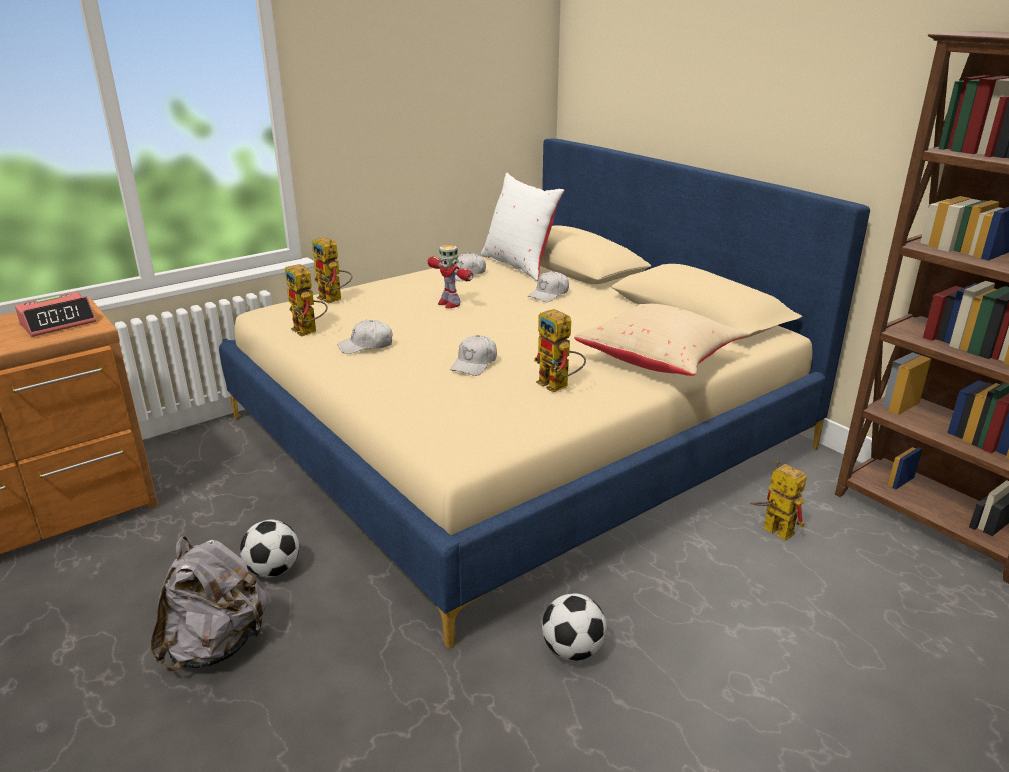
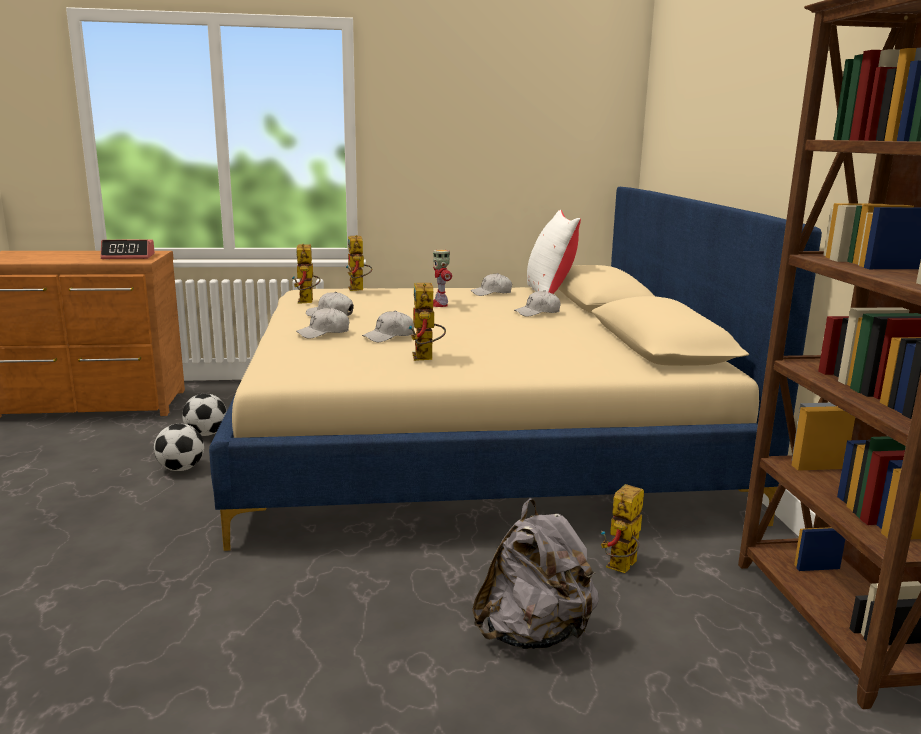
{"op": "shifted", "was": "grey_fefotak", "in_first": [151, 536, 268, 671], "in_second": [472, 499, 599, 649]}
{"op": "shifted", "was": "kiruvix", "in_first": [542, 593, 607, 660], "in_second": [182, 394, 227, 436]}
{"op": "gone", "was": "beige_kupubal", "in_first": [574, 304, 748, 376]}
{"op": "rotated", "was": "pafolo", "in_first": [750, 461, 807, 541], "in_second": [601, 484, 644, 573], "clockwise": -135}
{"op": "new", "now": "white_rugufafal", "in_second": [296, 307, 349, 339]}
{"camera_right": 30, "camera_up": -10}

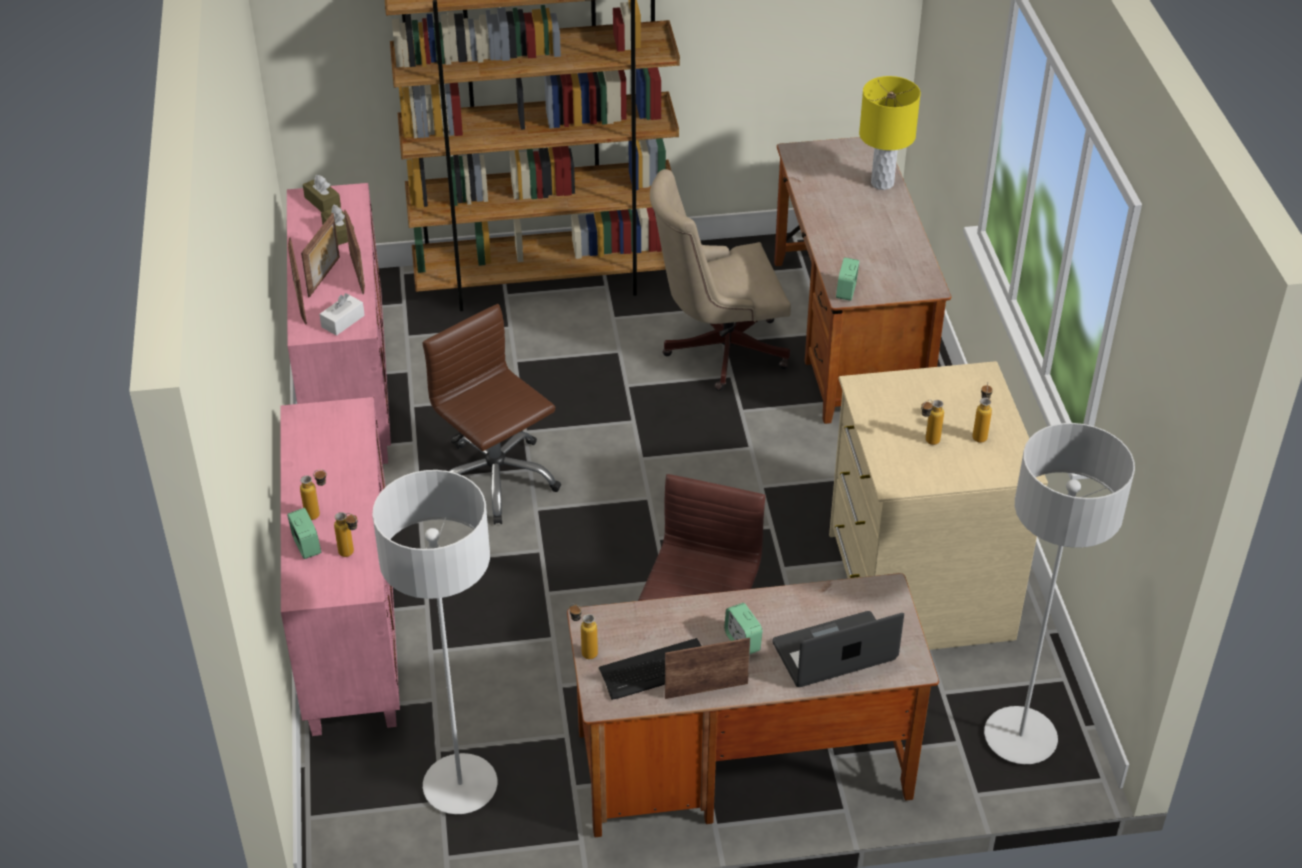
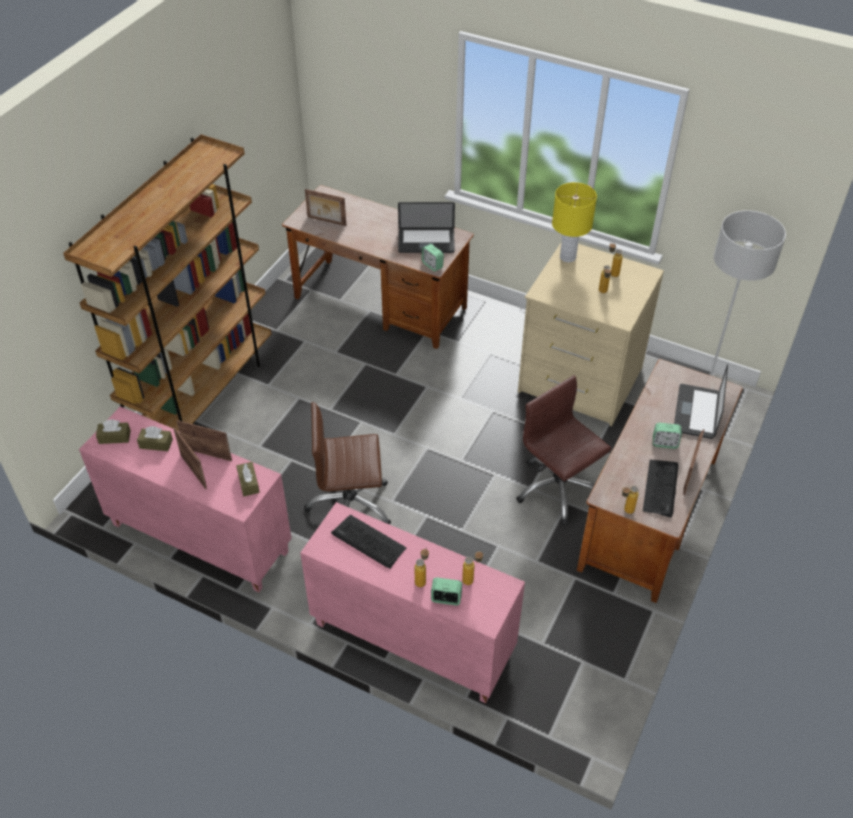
{"op": "shifted", "was": "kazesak", "in_first": [288, 238, 307, 325], "in_second": [305, 189, 346, 226]}
{"op": "repainted", "was": "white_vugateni", "now": "brown_vugateni", "in_first": [319, 293, 365, 336], "in_second": [236, 462, 260, 496]}
{"op": "gone", "was": "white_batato", "in_first": [372, 470, 497, 814]}
{"op": "gone", "was": "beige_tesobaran", "in_first": [650, 169, 791, 391]}
{"op": "shifted", "was": "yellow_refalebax", "in_first": [859, 76, 921, 190], "in_second": [552, 182, 597, 262]}
{"op": "new", "now": "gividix", "in_second": [331, 515, 406, 569]}
{"op": "new", "now": "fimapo", "in_second": [398, 202, 455, 253]}
{"camera_right": -55, "camera_up": 5}

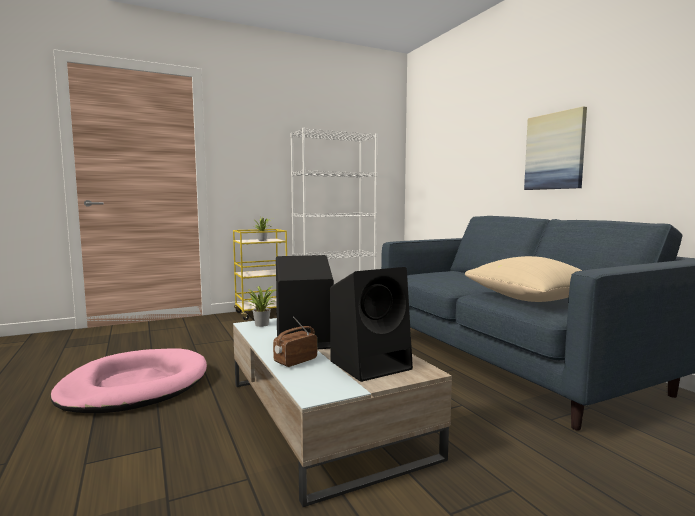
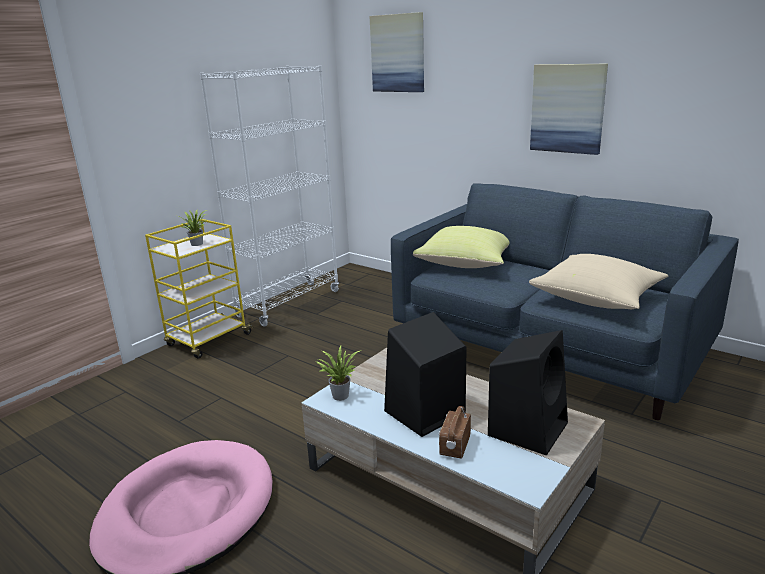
{"op": "new", "now": "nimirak", "in_second": [370, 12, 424, 92]}
{"op": "new", "now": "yellow_kupubal", "in_second": [413, 226, 509, 268]}
{"camera_right": -25, "camera_up": 15}

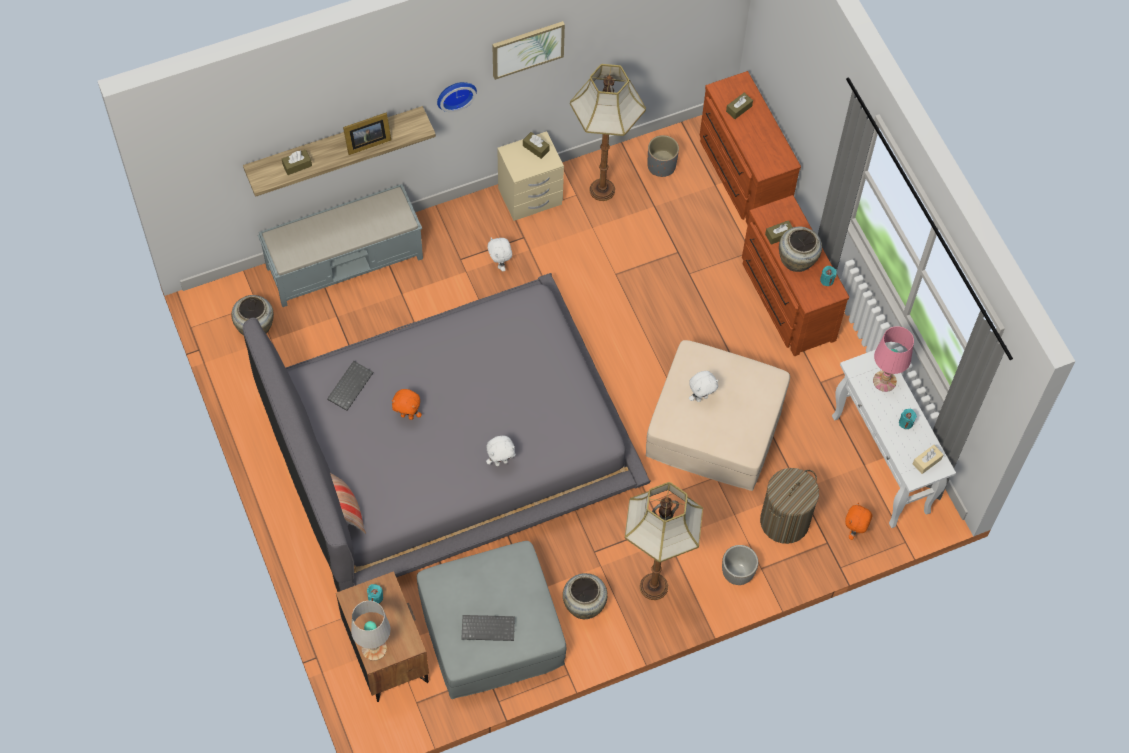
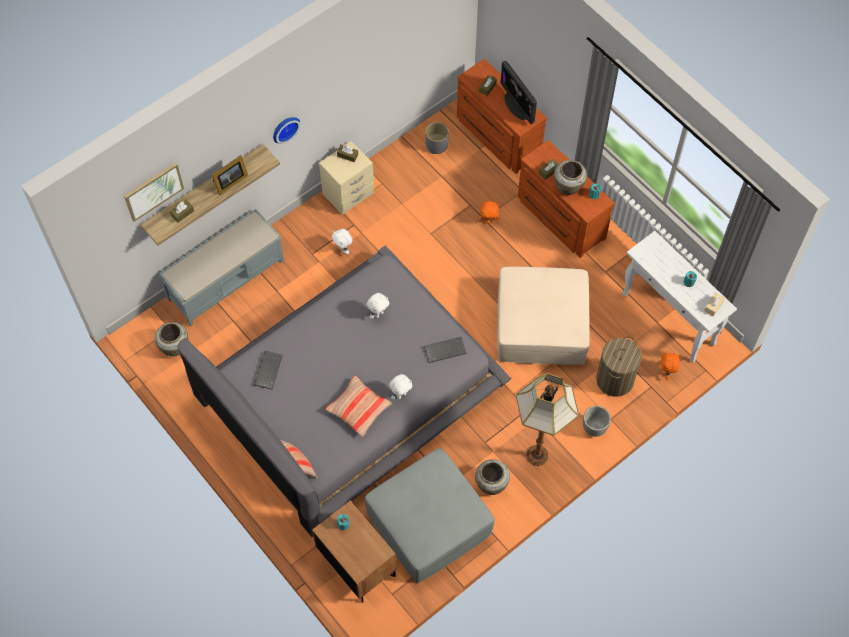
{"op": "gone", "was": "white_refalebax", "in_first": [351, 601, 391, 661]}
{"op": "shifted", "was": "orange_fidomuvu", "in_first": [392, 389, 422, 420], "in_second": [478, 201, 500, 224]}
{"op": "shifted", "was": "gividix", "in_first": [461, 615, 515, 641], "in_second": [424, 337, 466, 363]}
{"op": "shifted", "was": "nimirak", "in_first": [492, 21, 565, 80], "in_second": [124, 162, 184, 221]}
{"op": "gone", "was": "batato", "in_first": [570, 64, 646, 201]}
{"op": "shifted", "was": "white_fidomuvu", "in_first": [689, 371, 718, 402], "in_second": [367, 293, 389, 319]}
{"op": "gone", "was": "pink_refalebax", "in_first": [873, 326, 914, 392]}
{"op": "new", "now": "kupubal", "in_second": [325, 376, 392, 437]}
{"op": "new", "now": "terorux", "in_second": [500, 61, 537, 124]}
{"camera_right": -15, "camera_up": 0}

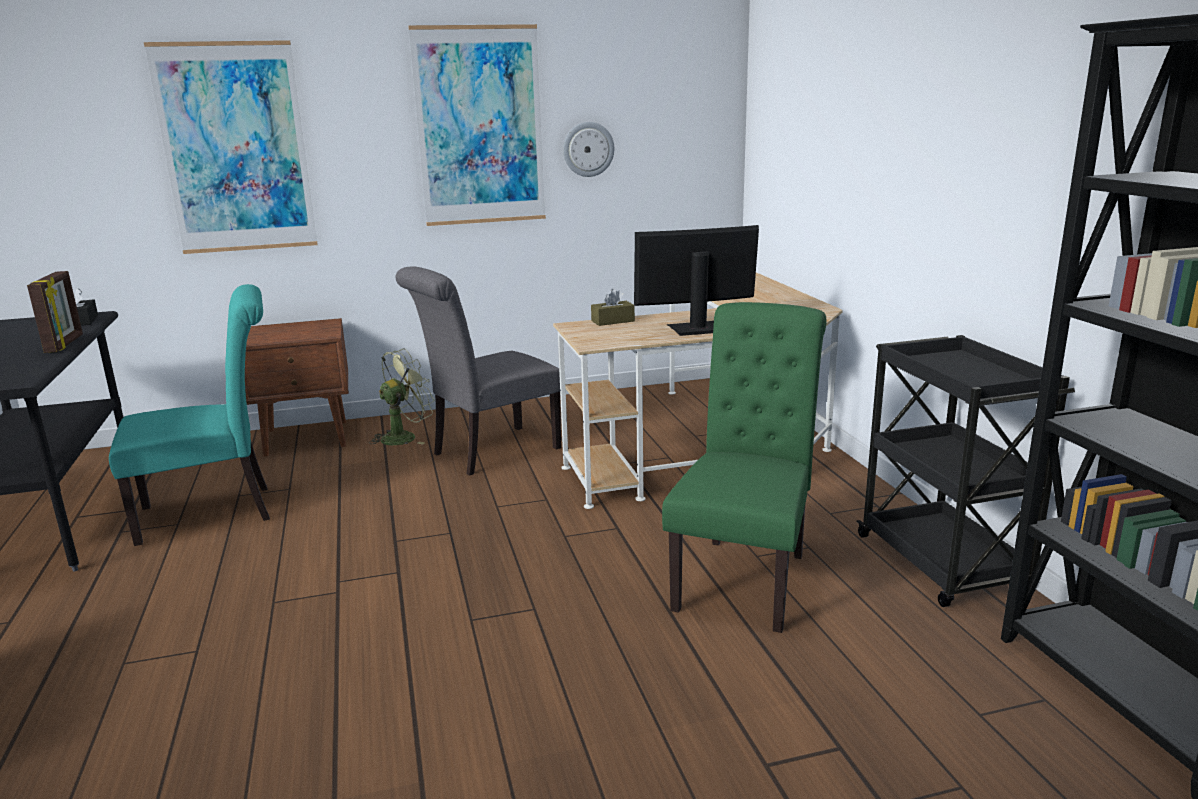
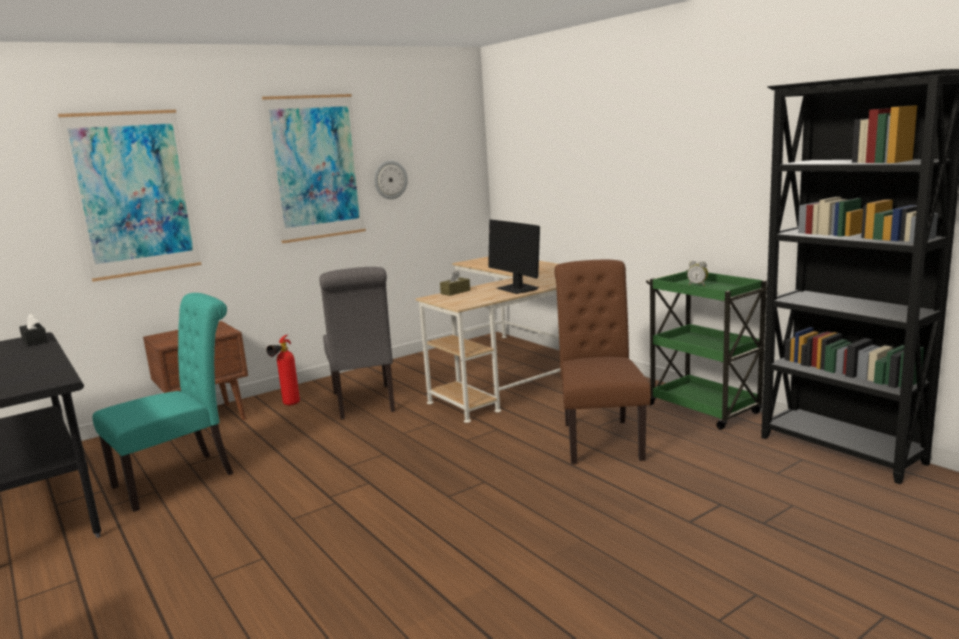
{"op": "gone", "was": "kazesak", "in_first": [27, 271, 83, 353]}
{"op": "swapped", "was": "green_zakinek", "now": "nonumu", "in_first": [369, 348, 435, 445], "in_second": [266, 335, 300, 405]}
{"op": "rotated", "was": "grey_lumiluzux", "in_first": [395, 266, 561, 476], "in_second": [319, 267, 395, 419], "clockwise": -45}
{"op": "rotated", "was": "terorux", "in_first": [634, 225, 759, 336], "in_second": [488, 220, 540, 294], "clockwise": -90}
{"op": "repainted", "was": "green_lumiluzux", "now": "brown_lumiluzux", "in_first": [662, 302, 826, 633], "in_second": [554, 260, 651, 464]}
{"op": "repainted", "was": "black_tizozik", "now": "green_tizozik", "in_first": [856, 335, 1075, 607], "in_second": [646, 270, 767, 430]}
{"op": "new", "now": "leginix", "in_second": [687, 261, 708, 286]}
{"camera_right": -20, "camera_up": -5}

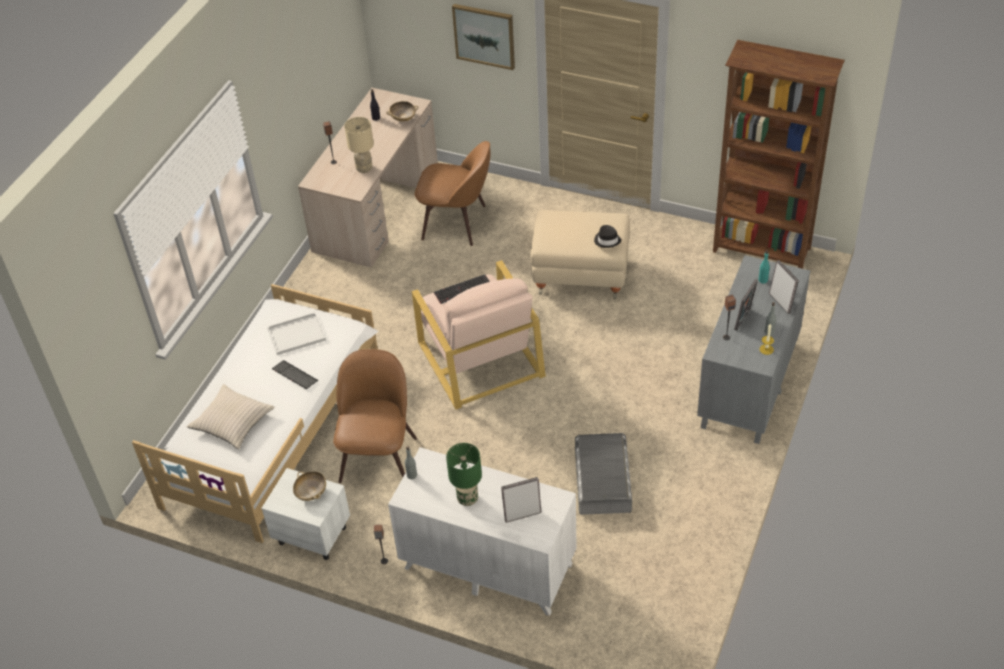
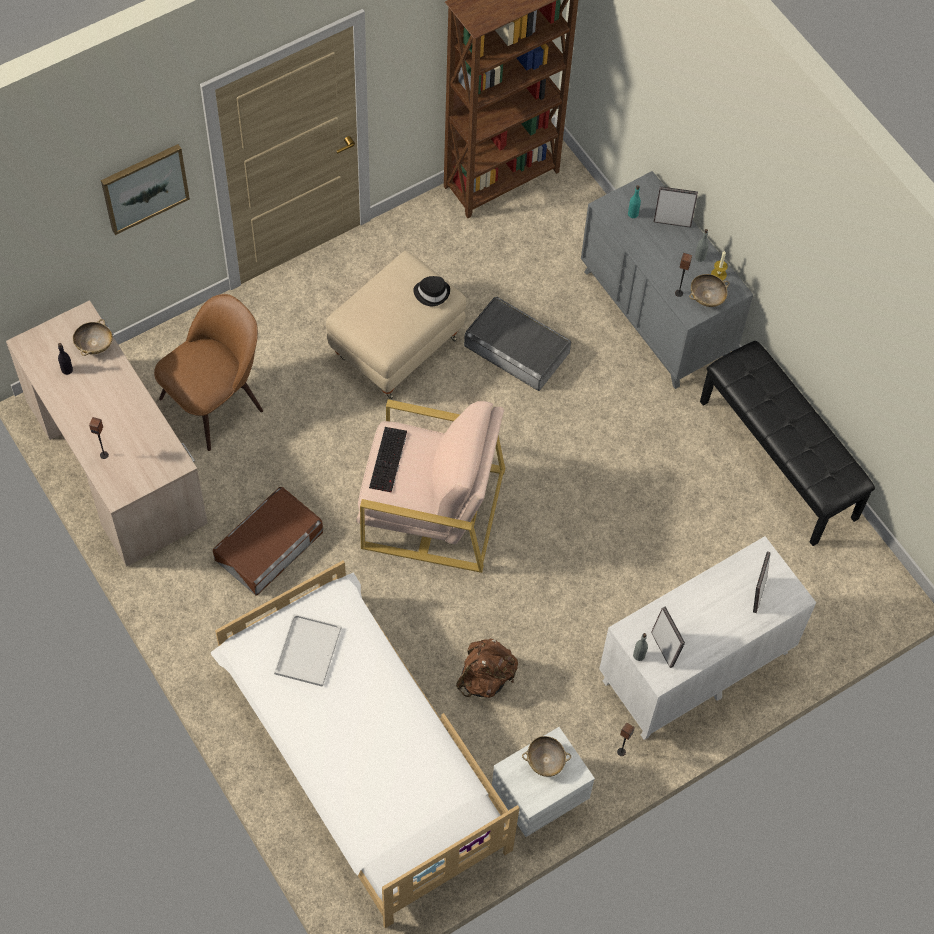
{"op": "gone", "was": "beige_kupubal", "in_first": [187, 384, 275, 449]}
{"op": "gone", "was": "gividix", "in_first": [272, 360, 318, 389]}
{"op": "swapped", "was": "brown_lumiluzux", "now": "brown_fefotak", "in_first": [333, 349, 417, 483], "in_second": [456, 639, 518, 698]}
{"op": "gone", "was": "beige_refalebax", "in_first": [344, 117, 374, 173]}
{"op": "gone", "was": "green_refalebax", "in_first": [446, 443, 482, 506]}
{"op": "shifted", "was": "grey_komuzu", "in_first": [575, 433, 632, 515], "in_second": [464, 297, 571, 391]}
{"op": "shifted", "was": "kazesak", "in_first": [734, 279, 758, 331], "in_second": [651, 607, 685, 668]}
{"op": "new", "now": "brown_komuzu", "in_second": [213, 487, 323, 596]}
{"op": "new", "now": "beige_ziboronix", "in_second": [689, 274, 730, 307]}
{"op": "new", "now": "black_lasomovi", "in_second": [700, 341, 875, 546]}
{"camera_right": -60, "camera_up": 15}

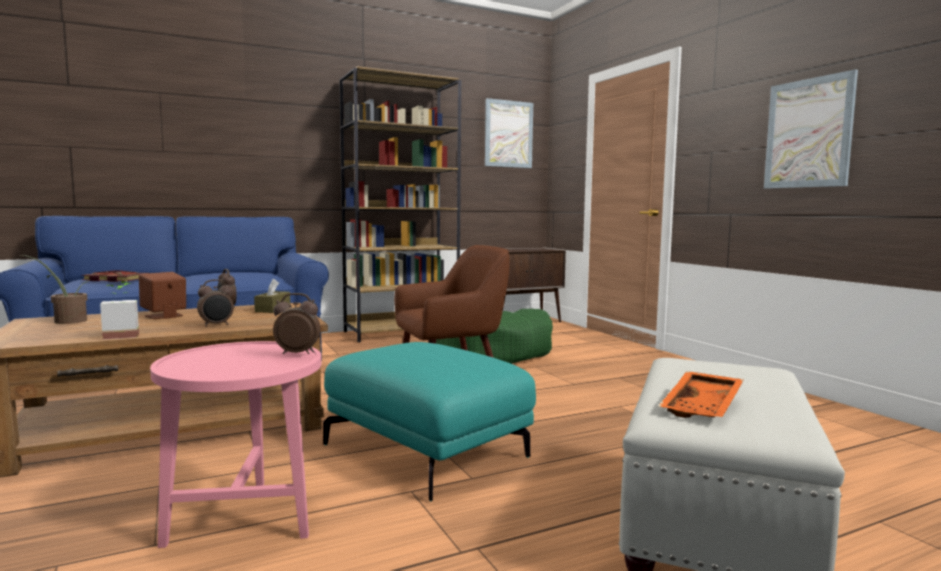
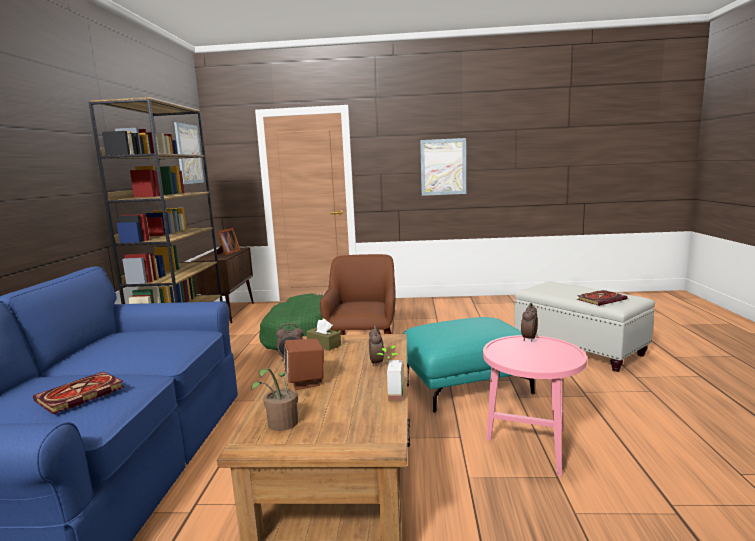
{"op": "swapped", "was": "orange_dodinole", "now": "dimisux", "in_first": [658, 371, 744, 418], "in_second": [577, 290, 627, 306]}
{"op": "new", "now": "kazesak", "in_second": [217, 228, 241, 255]}
{"camera_right": -60, "camera_up": 5}

